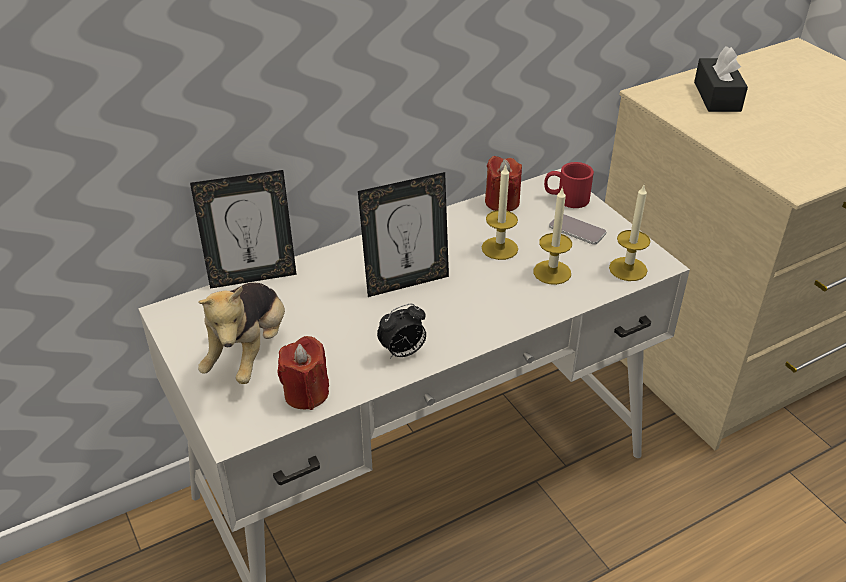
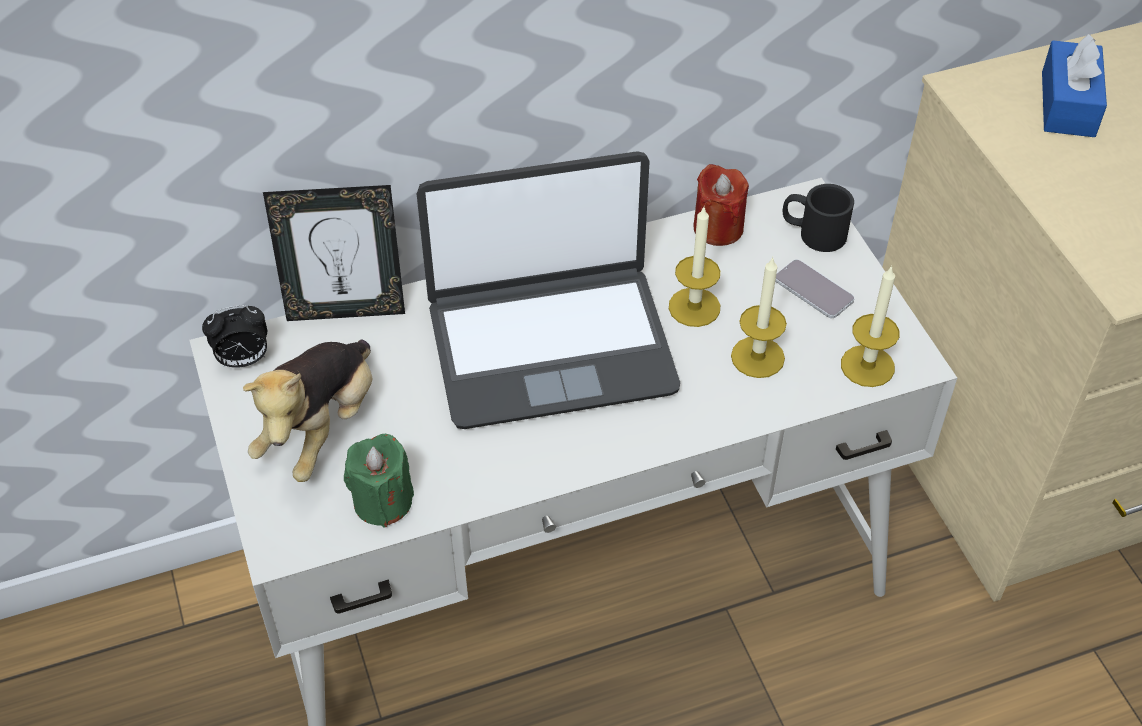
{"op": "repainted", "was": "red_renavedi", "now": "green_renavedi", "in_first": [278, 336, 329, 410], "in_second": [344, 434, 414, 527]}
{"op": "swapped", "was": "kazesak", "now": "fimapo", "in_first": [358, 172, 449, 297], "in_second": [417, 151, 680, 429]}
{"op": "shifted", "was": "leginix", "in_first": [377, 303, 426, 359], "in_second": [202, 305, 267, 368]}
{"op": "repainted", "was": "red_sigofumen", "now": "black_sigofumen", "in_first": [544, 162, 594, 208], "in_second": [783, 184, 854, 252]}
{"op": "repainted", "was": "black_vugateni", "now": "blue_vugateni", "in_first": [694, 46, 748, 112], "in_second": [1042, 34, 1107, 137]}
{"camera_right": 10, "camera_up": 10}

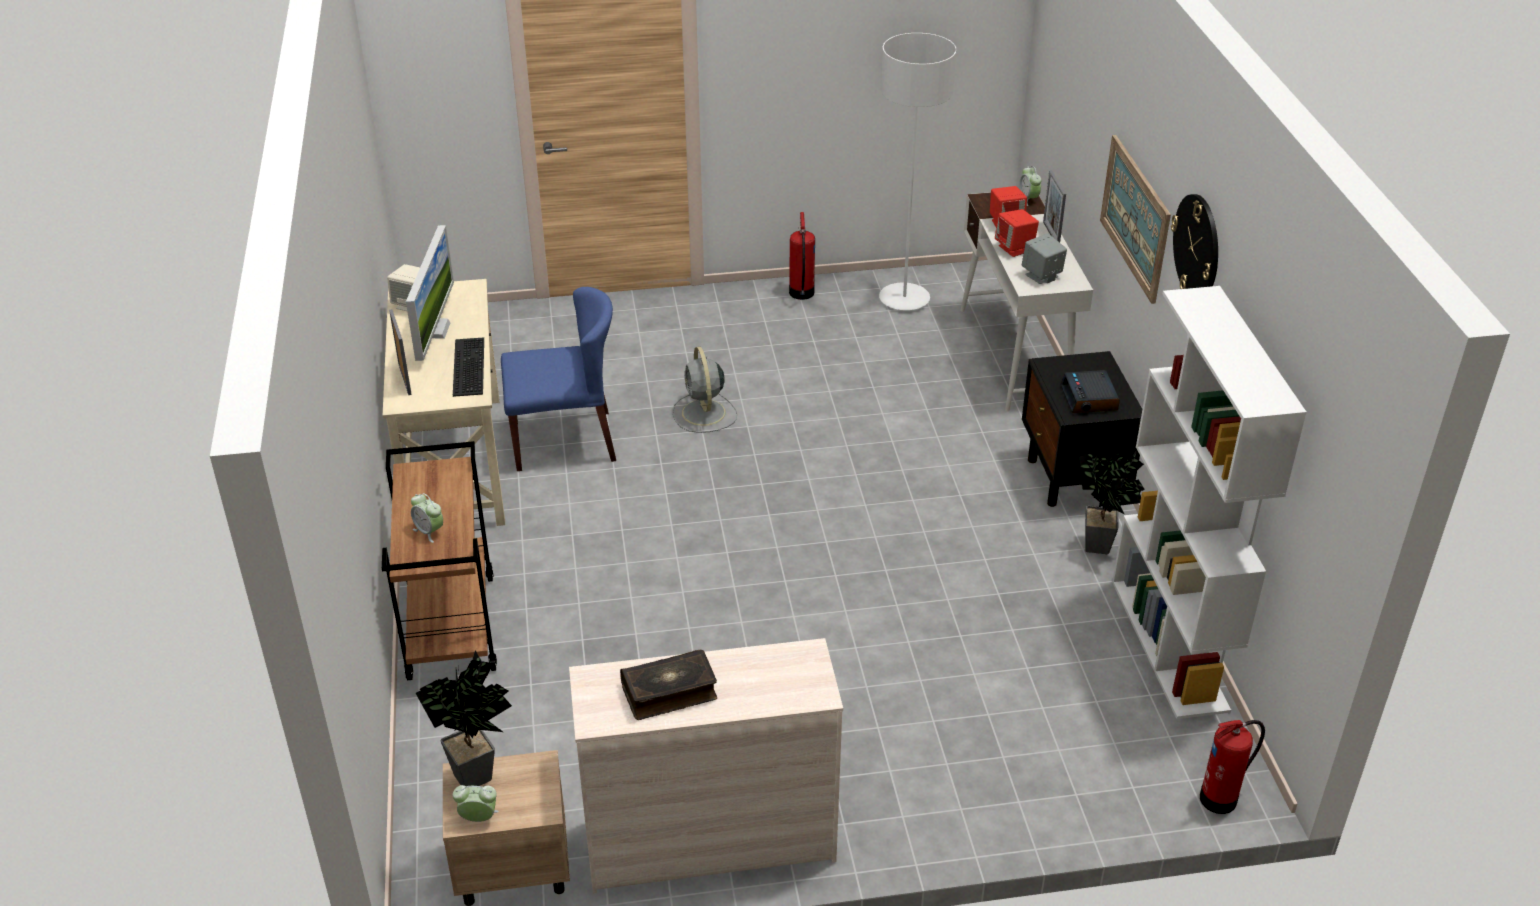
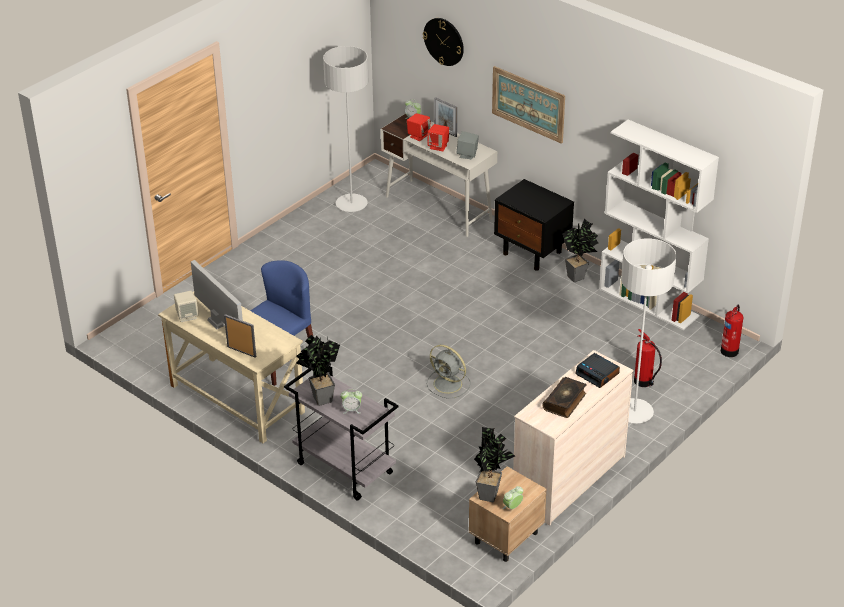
{"op": "repainted", "was": "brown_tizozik", "now": "grey_tizozik", "in_first": [382, 441, 497, 680], "in_second": [284, 366, 398, 501]}
{"op": "gone", "was": "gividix", "in_first": [453, 338, 484, 397]}
{"op": "shifted", "was": "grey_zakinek", "in_first": [673, 346, 737, 433], "in_second": [427, 345, 470, 398]}
{"op": "shifted", "was": "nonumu", "in_first": [789, 212, 815, 300], "in_second": [634, 329, 662, 387]}
{"op": "shifted", "was": "leginix", "in_first": [1060, 370, 1120, 413], "in_second": [575, 353, 620, 388]}
{"op": "shifted", "was": "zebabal", "in_first": [1171, 194, 1218, 289], "in_second": [423, 18, 464, 66]}
{"op": "new", "now": "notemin", "in_second": [296, 335, 340, 406]}
{"op": "new", "now": "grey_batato", "in_second": [621, 238, 677, 424]}
{"camera_right": -40, "camera_up": 0}

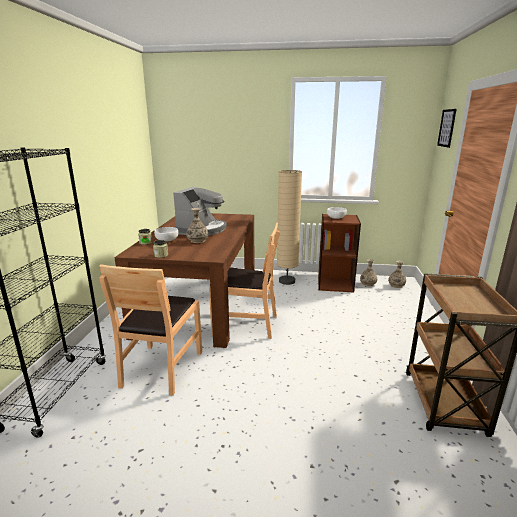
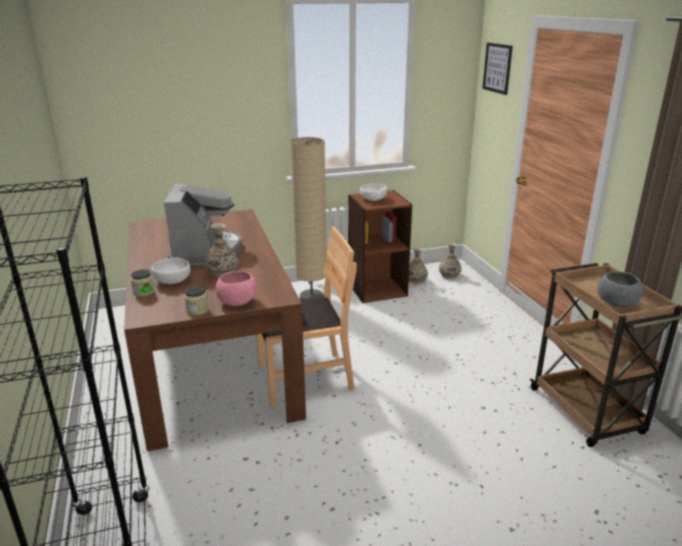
{"op": "gone", "was": "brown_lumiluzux", "in_first": [99, 264, 202, 396]}
{"op": "new", "now": "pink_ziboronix", "in_second": [216, 271, 257, 306]}
{"op": "new", "now": "grey_ziboronix", "in_second": [597, 271, 643, 307]}
{"camera_right": -25, "camera_up": 5}

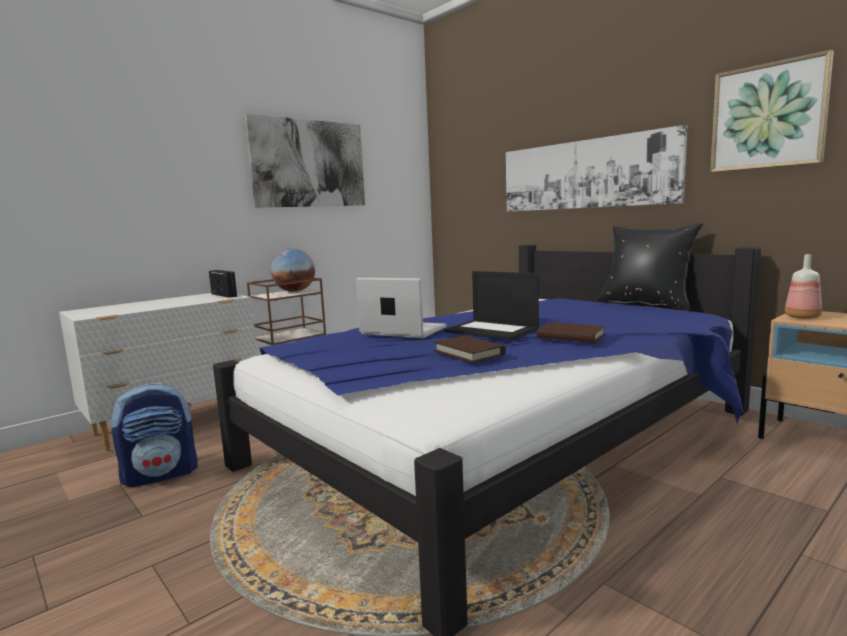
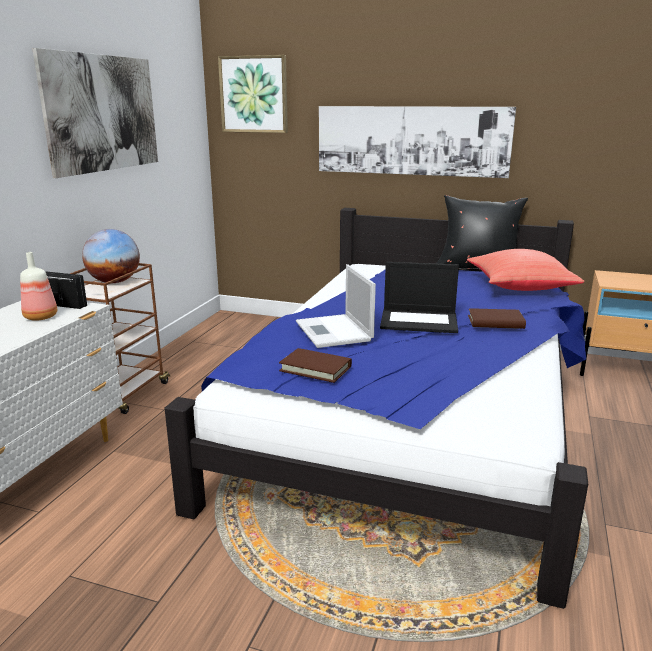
{"op": "gone", "was": "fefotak", "in_first": [111, 383, 198, 487]}
{"op": "rotated", "was": "fimapo", "in_first": [356, 278, 446, 338], "in_second": [296, 264, 376, 348], "clockwise": -105}
{"op": "shifted", "was": "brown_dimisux", "in_first": [434, 336, 506, 363], "in_second": [279, 348, 352, 383]}
{"op": "shifted", "was": "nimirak", "in_first": [710, 50, 834, 172], "in_second": [218, 55, 288, 133]}
{"op": "shifted", "was": "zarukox", "in_first": [785, 254, 822, 319], "in_second": [20, 252, 57, 321]}
{"op": "new", "now": "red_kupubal", "in_second": [467, 249, 585, 291]}
{"camera_right": -30, "camera_up": 10}

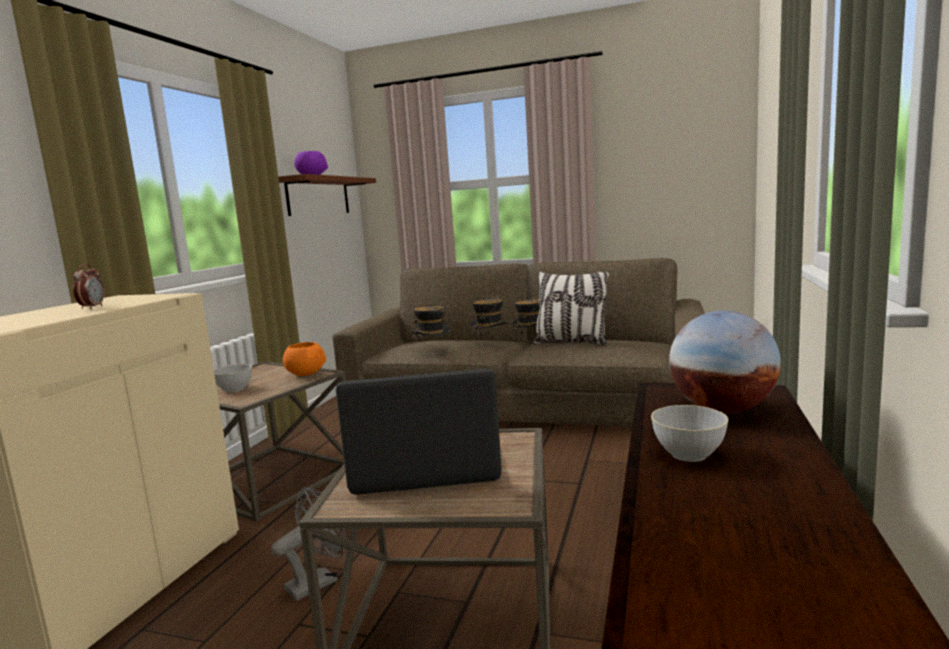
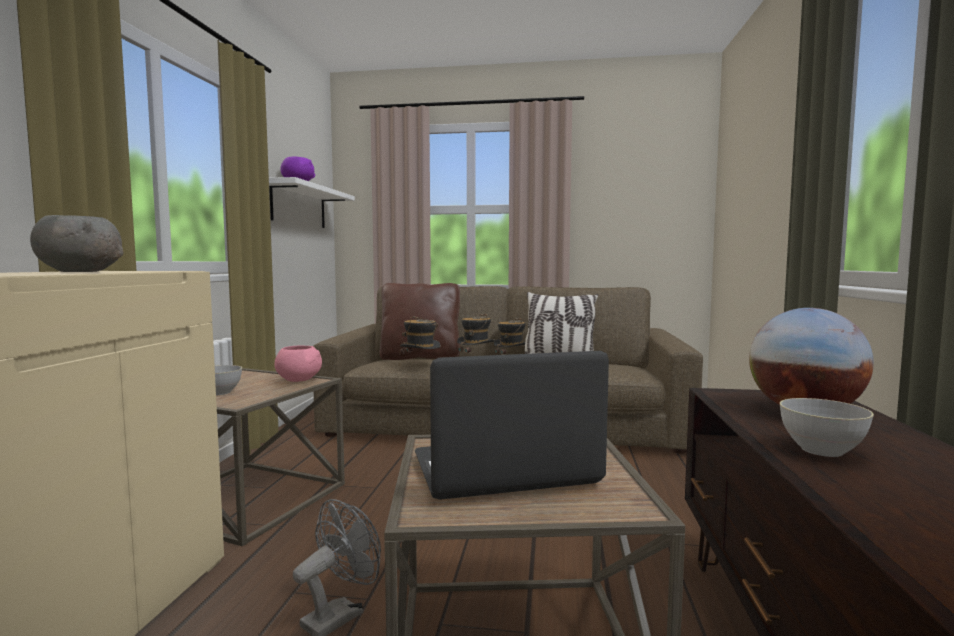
{"op": "swapped", "was": "leginix", "now": "grey_ziboronix", "in_first": [73, 264, 104, 309], "in_second": [30, 215, 124, 272]}
{"op": "repainted", "was": "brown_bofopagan", "now": "white_bofopagan", "in_first": [278, 174, 376, 216], "in_second": [269, 177, 355, 228]}
{"op": "repainted", "was": "orange_ziboronix", "now": "pink_ziboronix", "in_first": [283, 342, 326, 376], "in_second": [274, 345, 322, 382]}
{"op": "new", "now": "brown_kupubal", "in_second": [380, 283, 460, 360]}
{"camera_right": -10, "camera_up": -5}

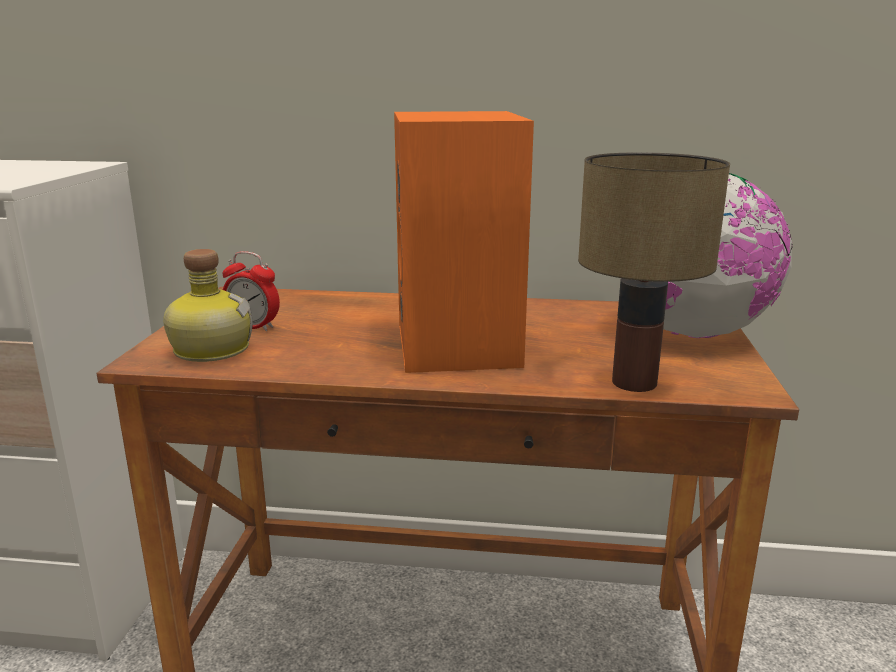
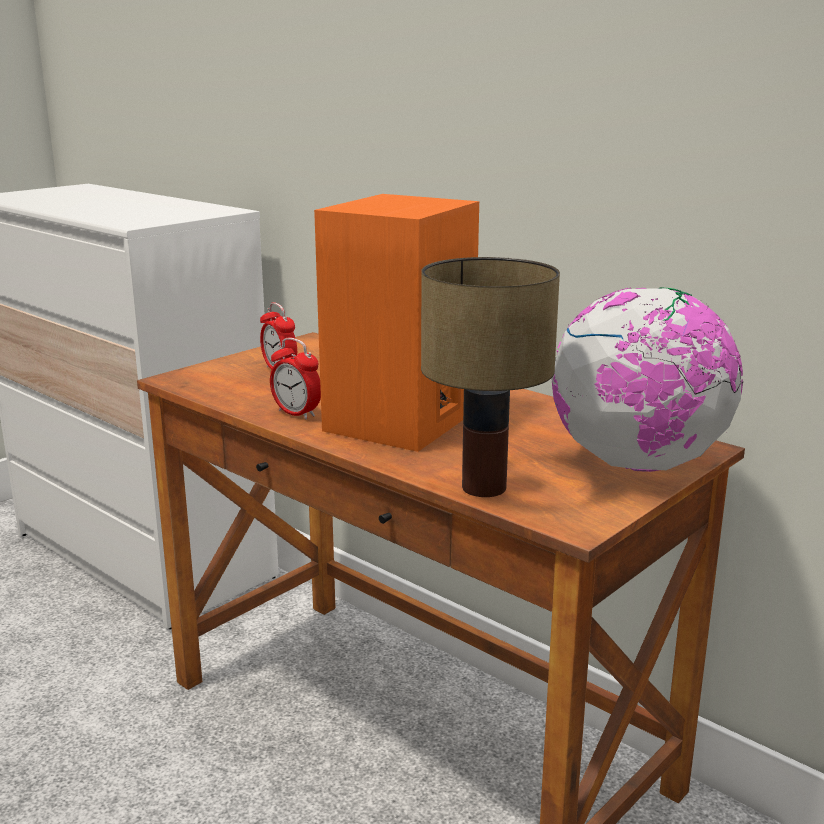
{"op": "gone", "was": "zarukox", "in_first": [163, 249, 253, 362]}
{"op": "new", "now": "leginix", "in_second": [270, 337, 321, 420]}
{"camera_right": 35, "camera_up": 0}

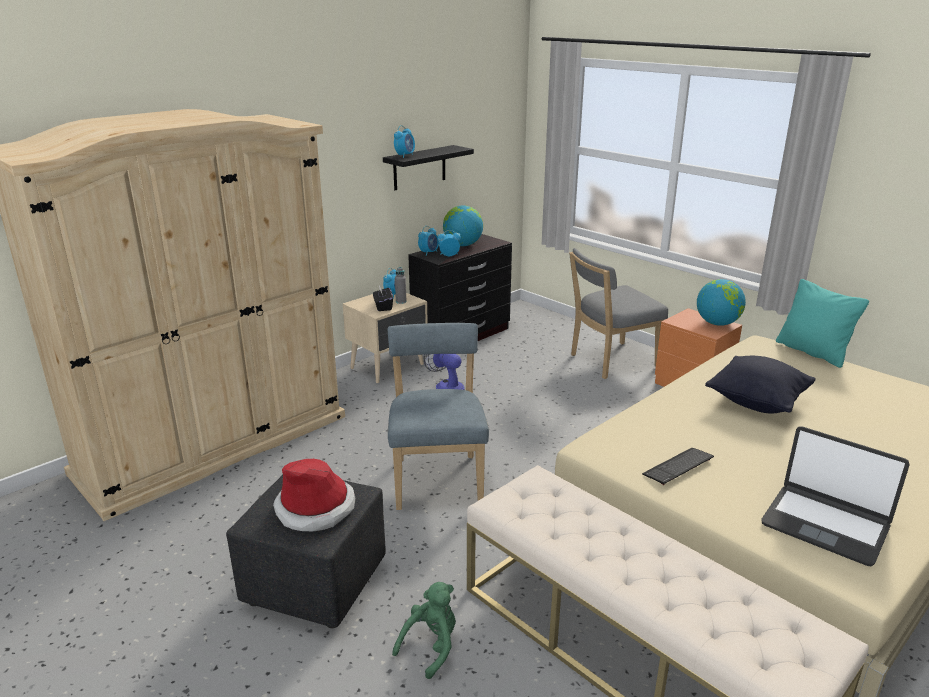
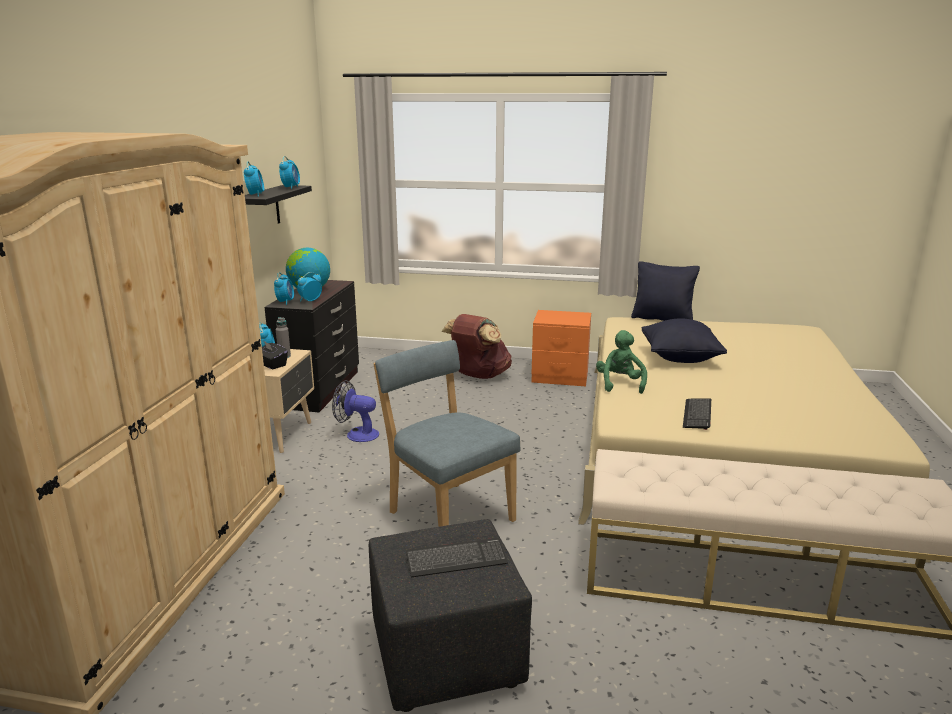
{"op": "swapped", "was": "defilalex", "now": "gividix", "in_first": [273, 459, 355, 531], "in_second": [406, 538, 508, 578]}
{"op": "shifted", "was": "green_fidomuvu", "in_first": [392, 582, 456, 679], "in_second": [596, 330, 647, 394]}
{"op": "swapped", "was": "grey_lumiluzux", "now": "brown_fefotak", "in_first": [569, 248, 668, 379], "in_second": [441, 314, 512, 379]}
{"op": "gone", "was": "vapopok", "in_first": [697, 279, 746, 326]}
{"op": "gone", "was": "fimapo", "in_first": [761, 426, 909, 566]}
{"op": "repainted", "was": "turquoise_kupubal", "now": "black_kupubal", "in_first": [776, 279, 869, 368], "in_second": [631, 261, 700, 321]}
{"op": "new", "now": "leginix", "in_second": [279, 156, 300, 189]}
{"camera_right": -35, "camera_up": -5}

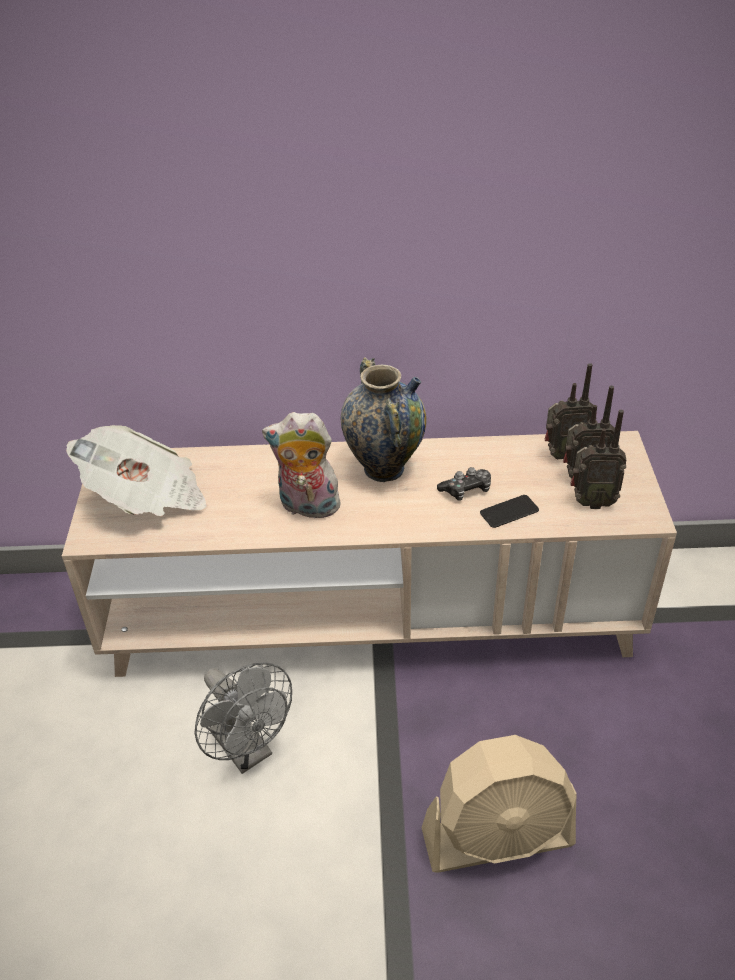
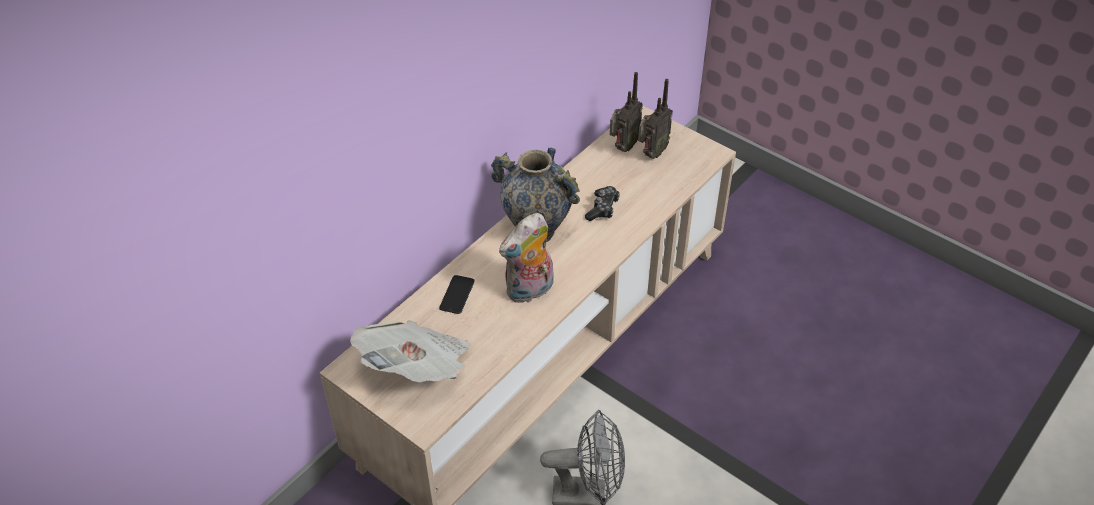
{"op": "gone", "was": "beige_zakinek", "in_first": [422, 735, 577, 873]}
{"op": "shifted", "was": "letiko", "in_first": [480, 495, 539, 528], "in_second": [439, 275, 475, 314]}
{"op": "gone", "was": "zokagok", "in_first": [570, 410, 626, 509]}
{"camera_right": -50, "camera_up": 5}

